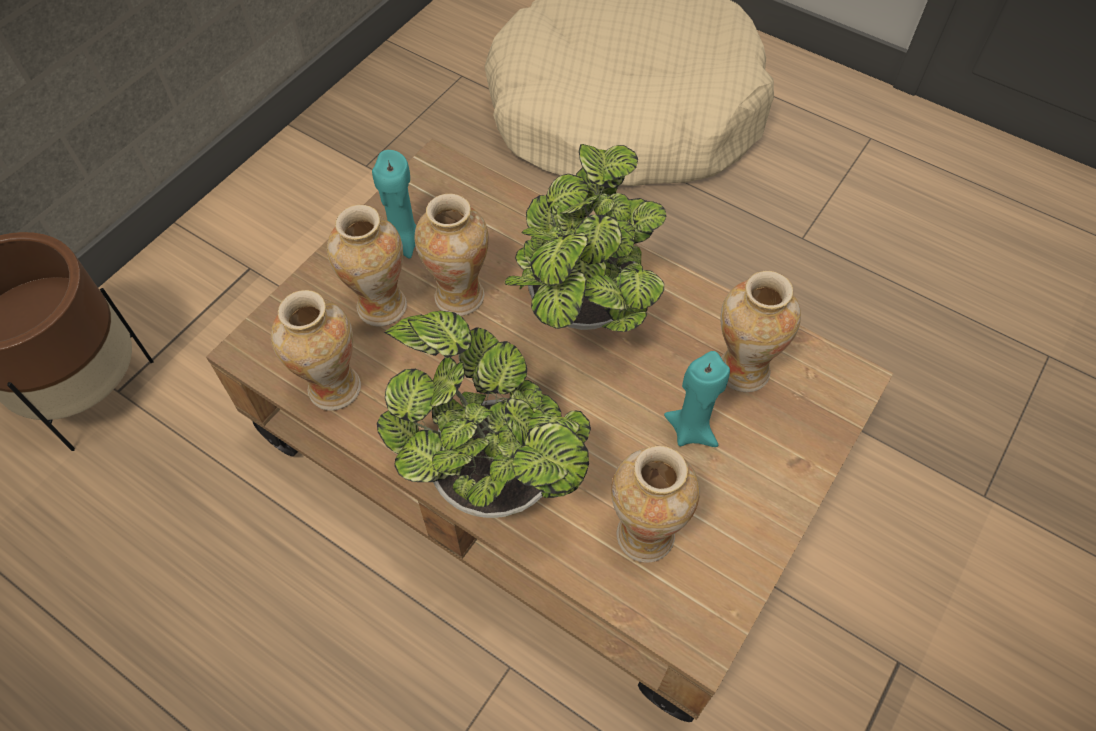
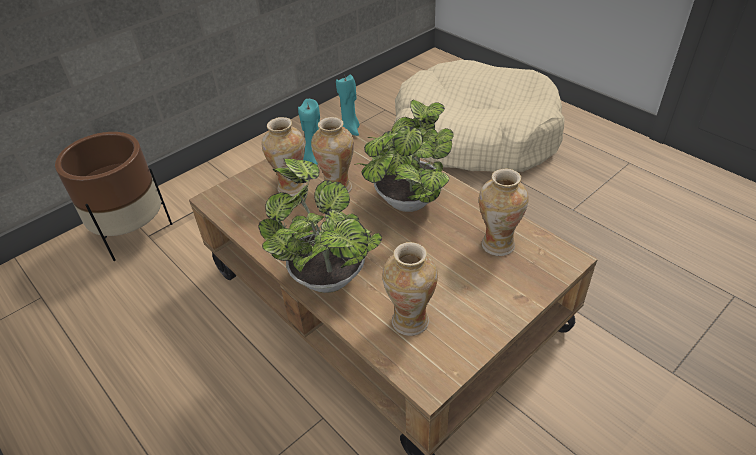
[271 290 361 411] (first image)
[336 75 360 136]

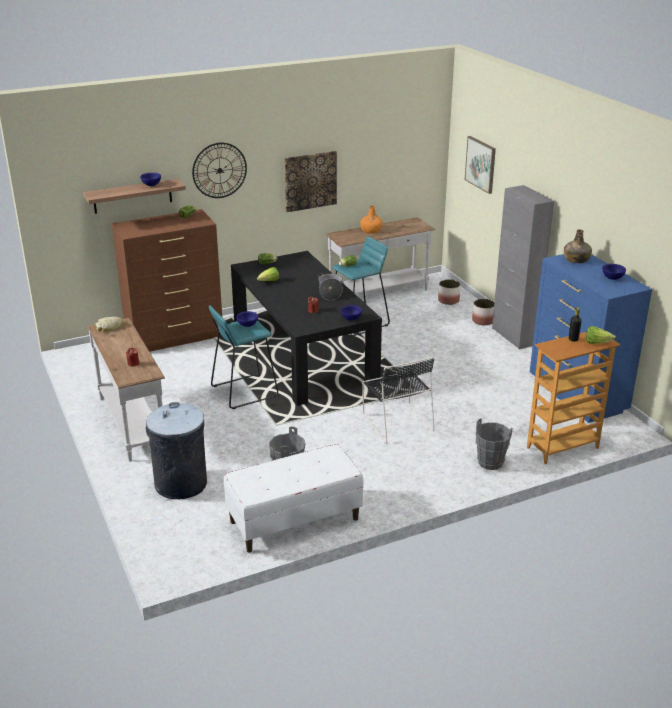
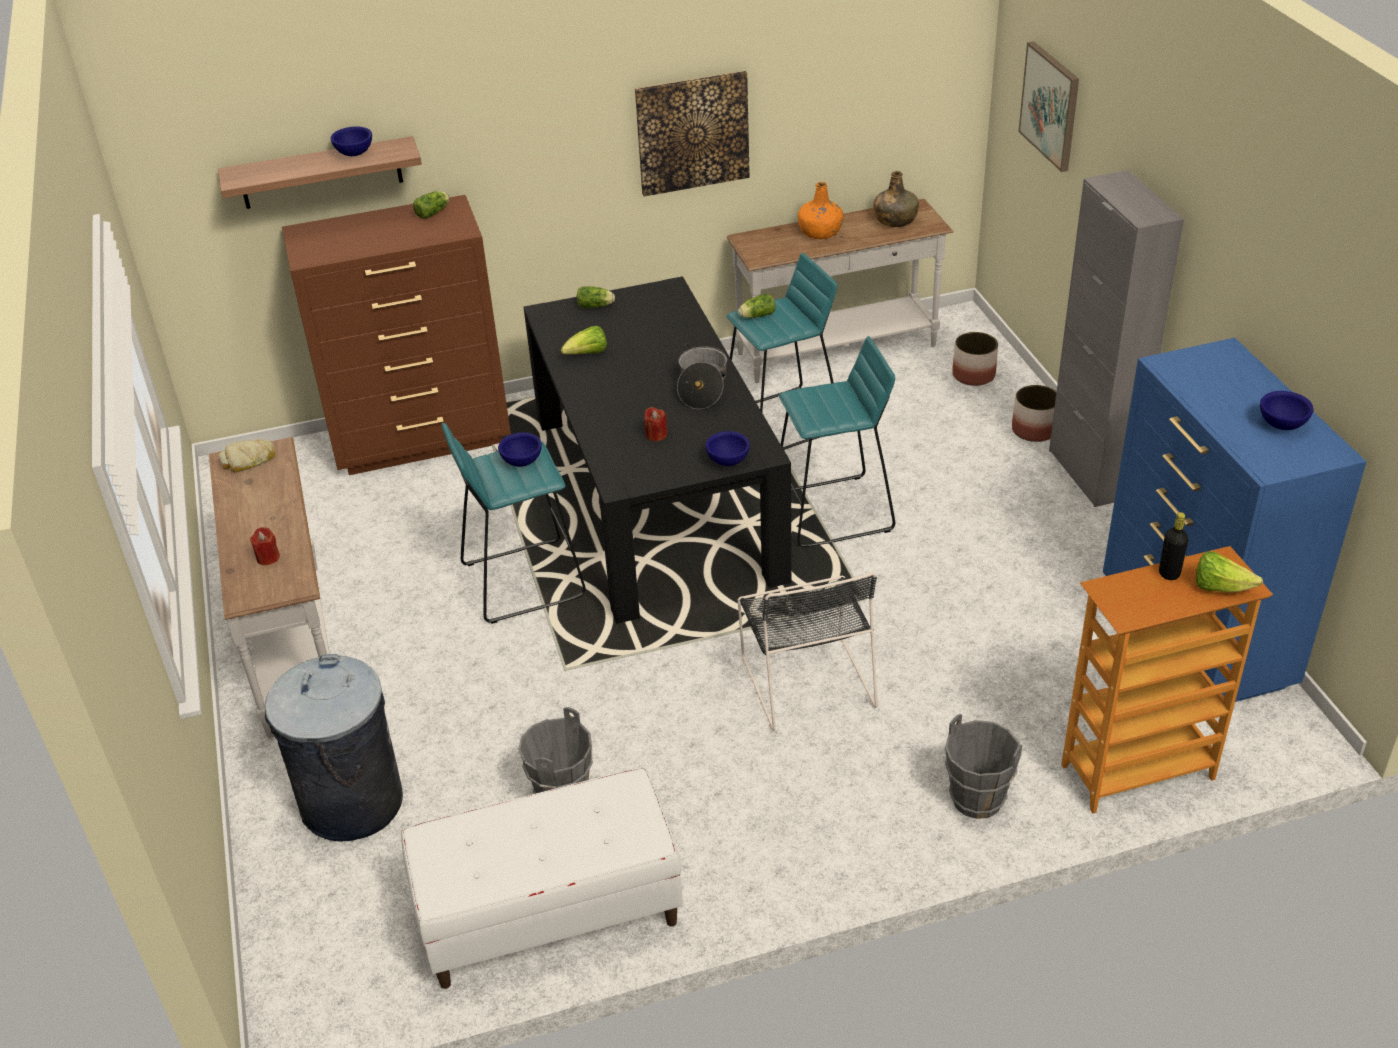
[192 143 247 198] (first image)
[873 171 919 227]
[779 336 895 547]

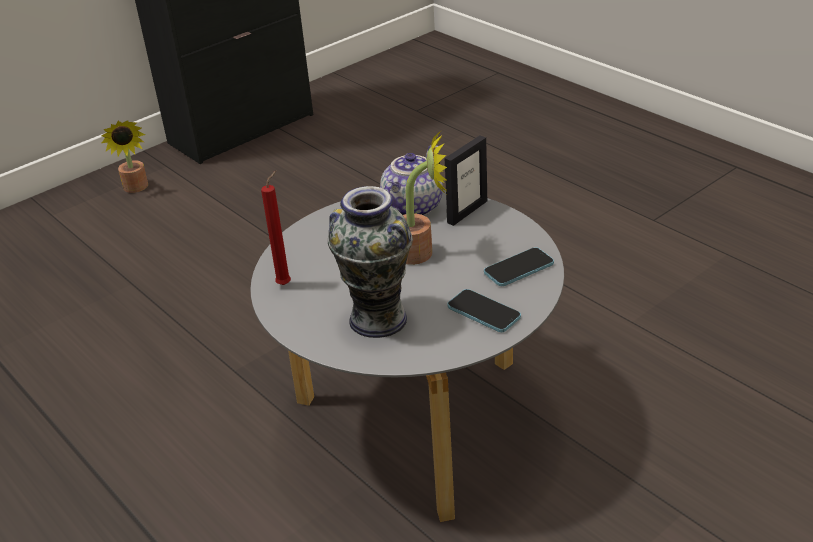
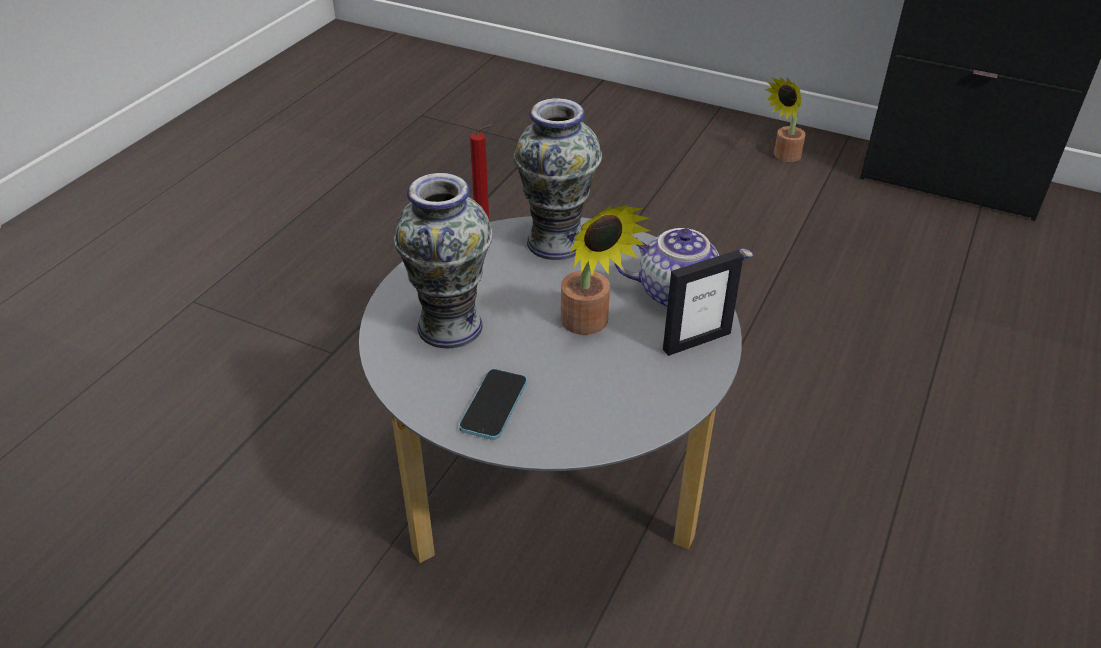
[663 250 743 356]
[484 247 554 286] (first image)
[514 98 602 260]

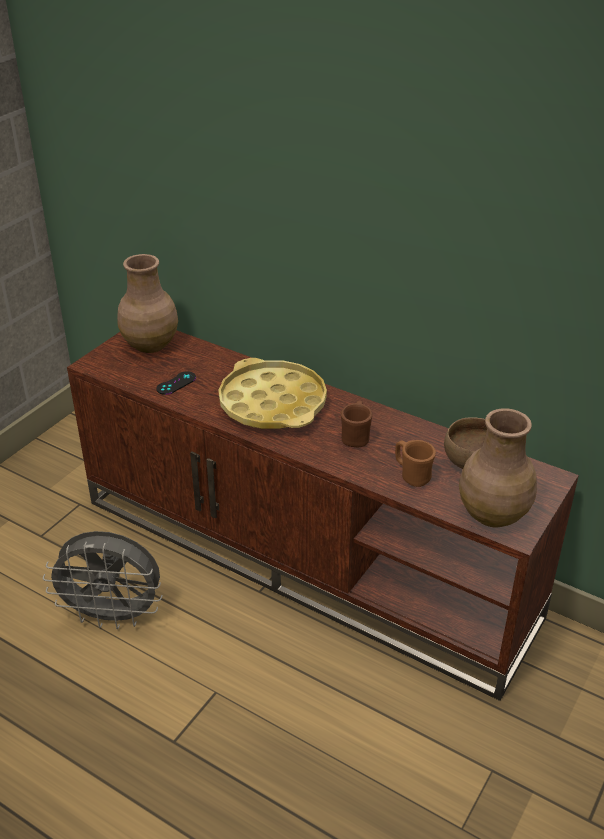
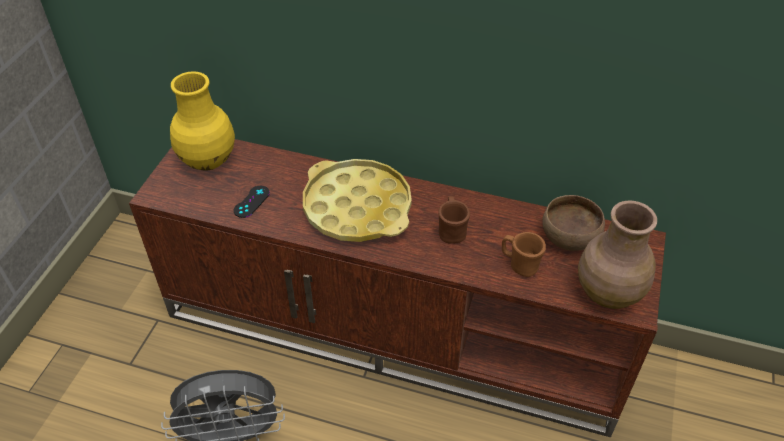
[170 72 235 171]

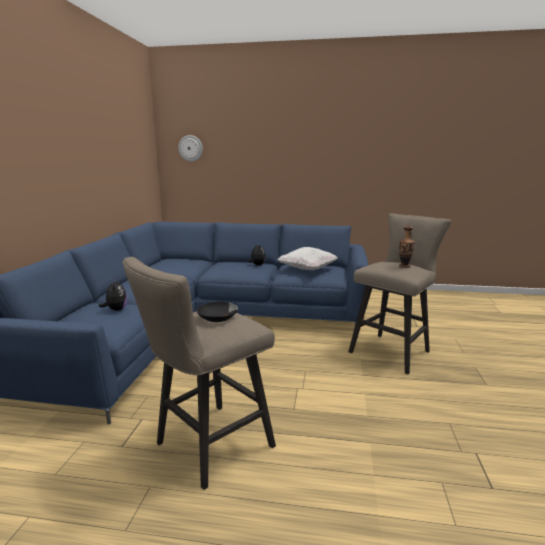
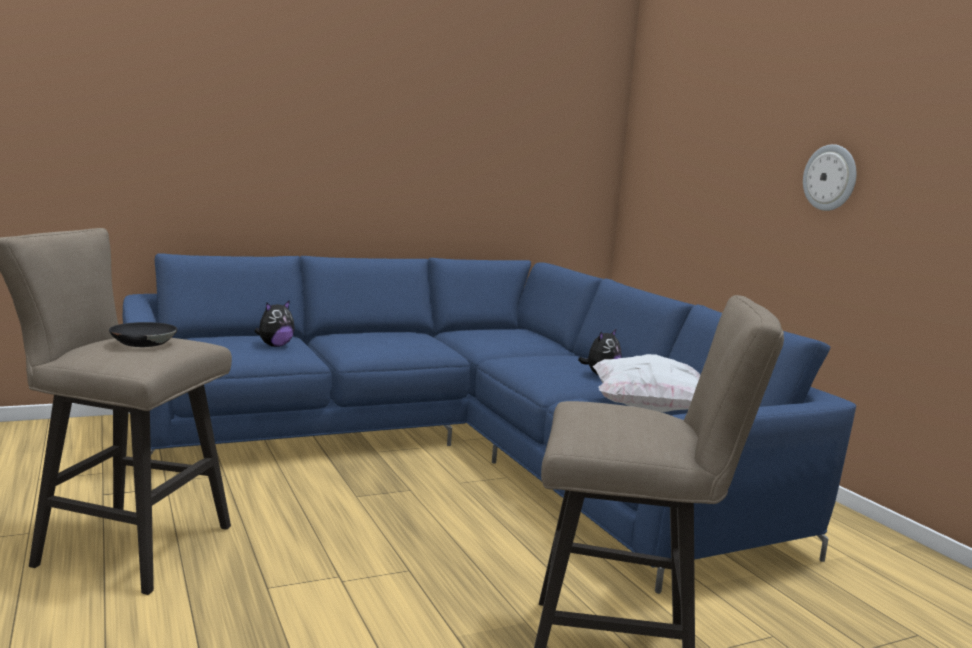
[803 144 856 211]
[399 226 415 268] (first image)

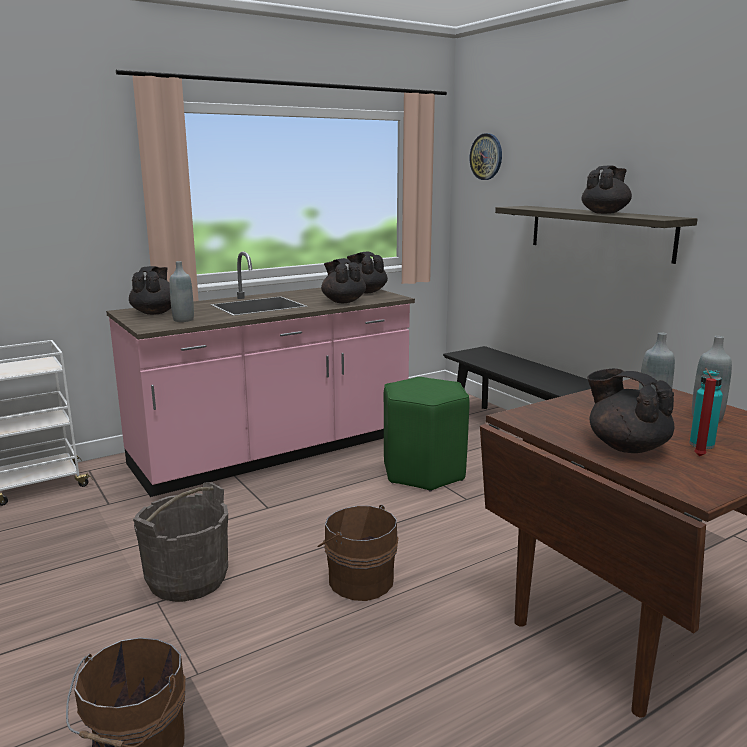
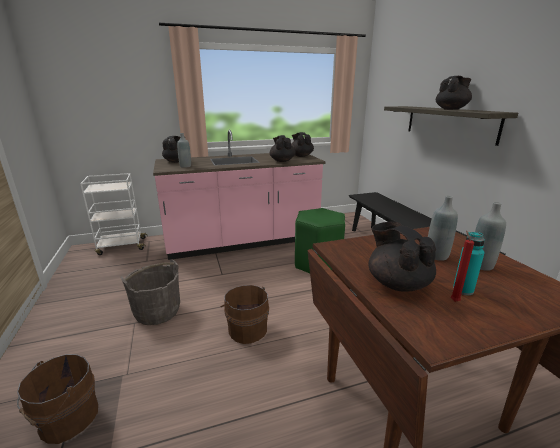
[470 133 502 180] (first image)

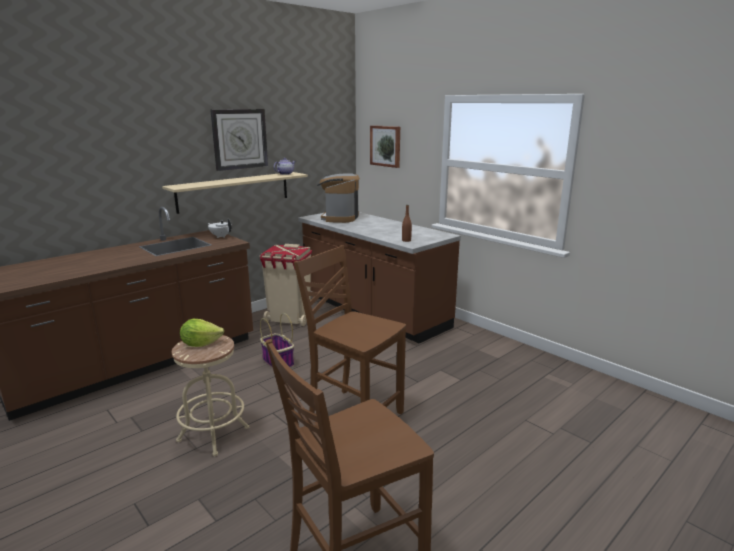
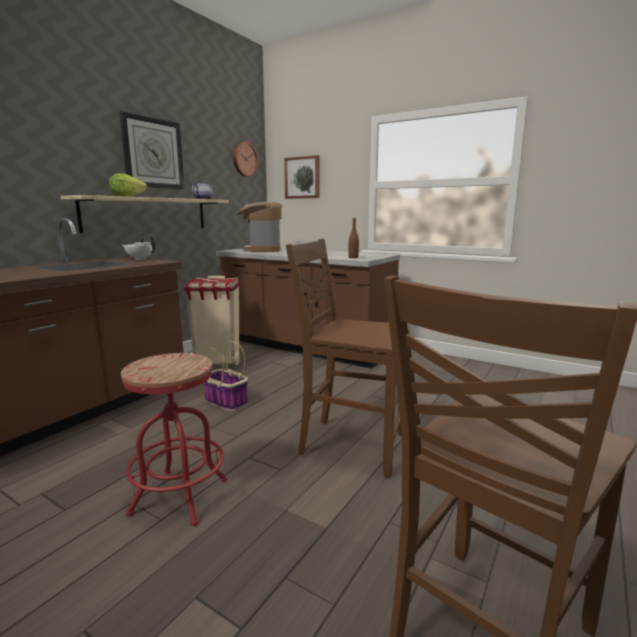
[121 353 227 526]
[109 173 147 197]
[233 142 258 177]

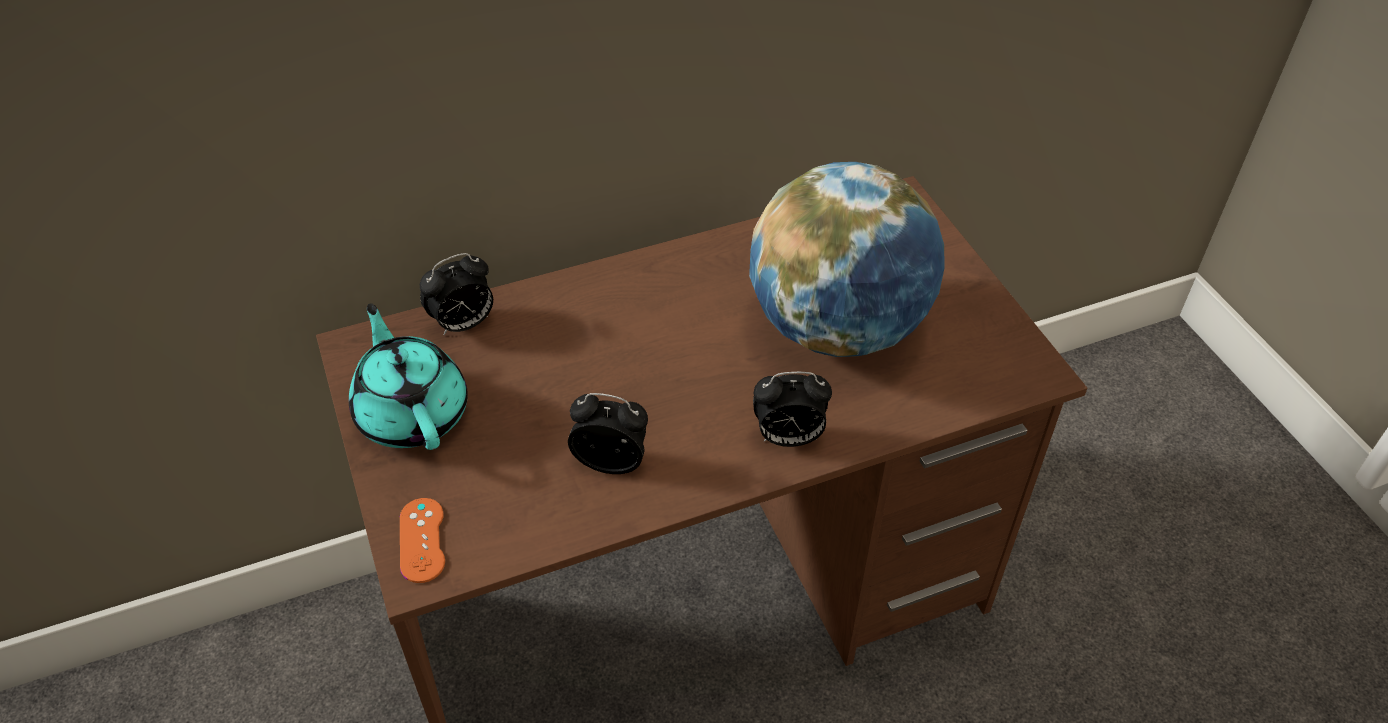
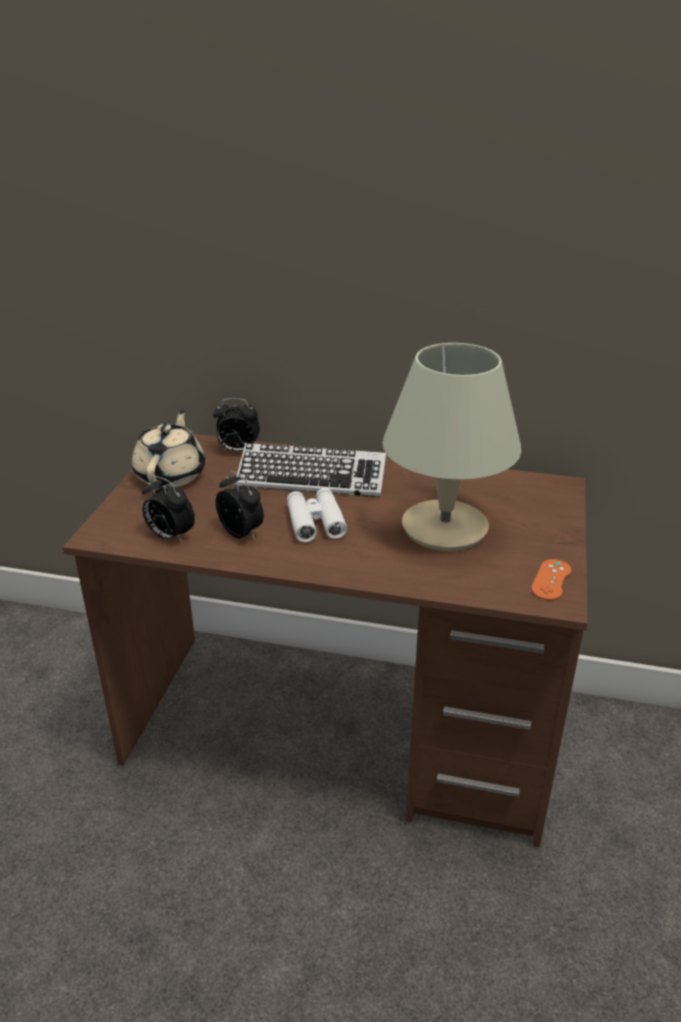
[132 410 205 488]
[531 559 571 601]
[382 343 522 551]
[142 476 195 543]
[235 443 386 497]
[287 488 347 543]

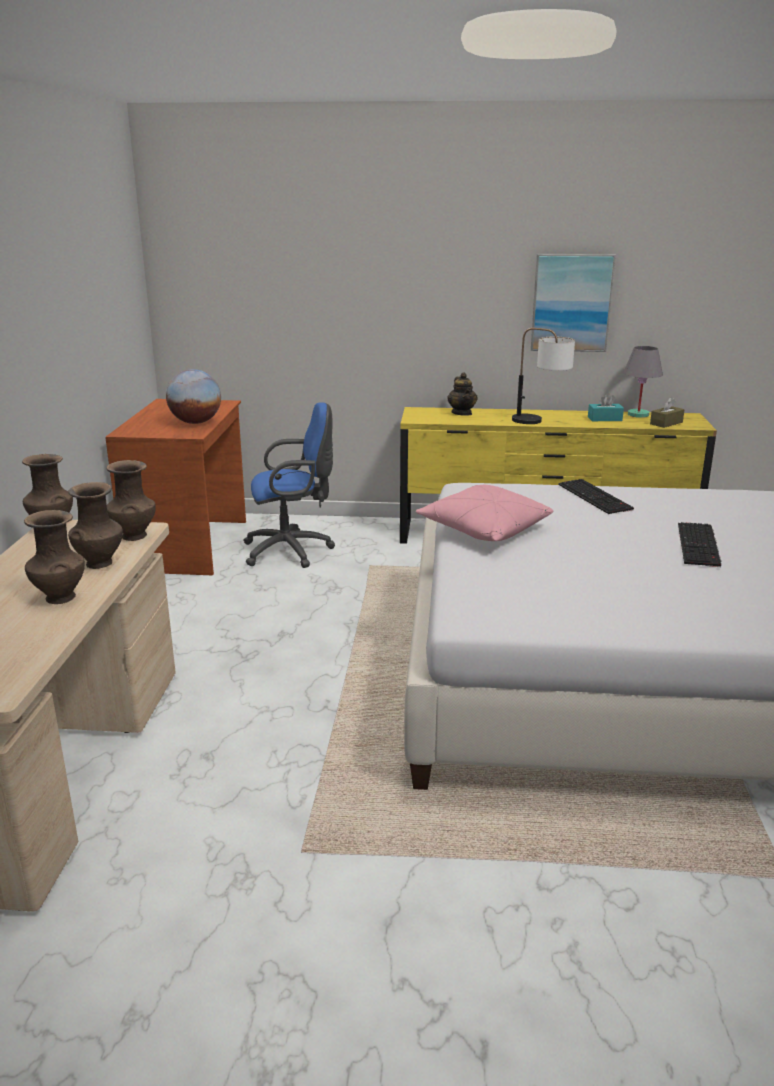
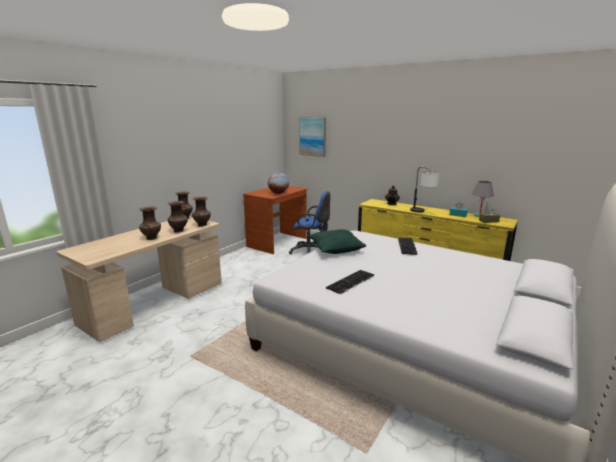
[308 229 366 254]
[299 117 326 157]
[326 270 374 294]

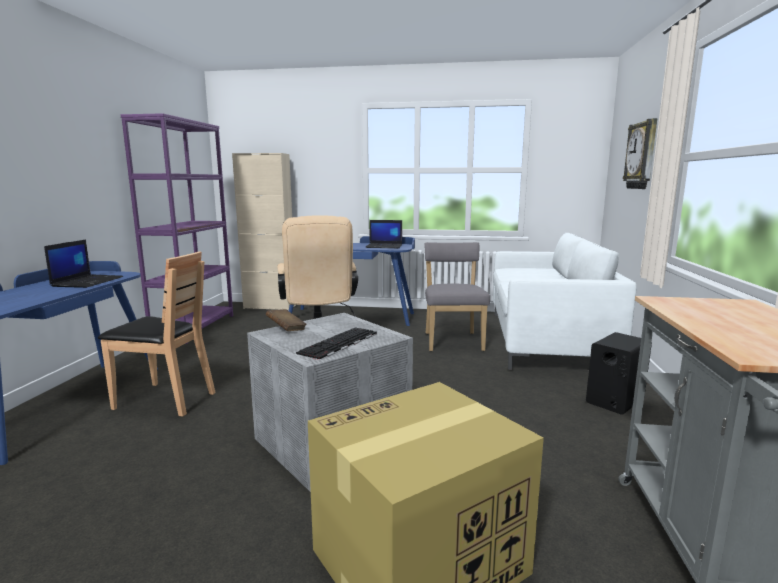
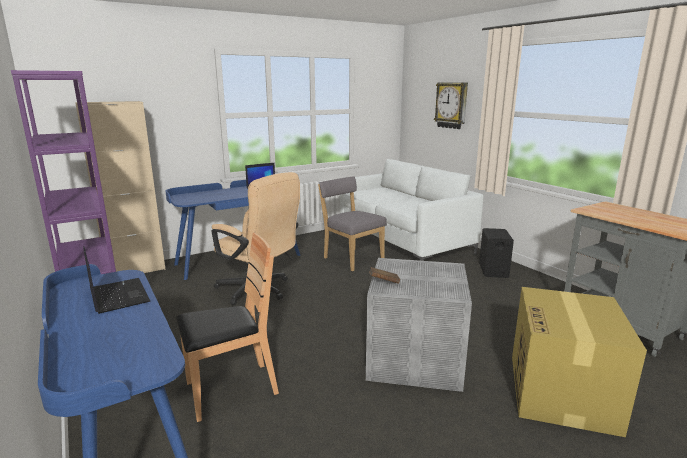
[296 327 377 360] (first image)

